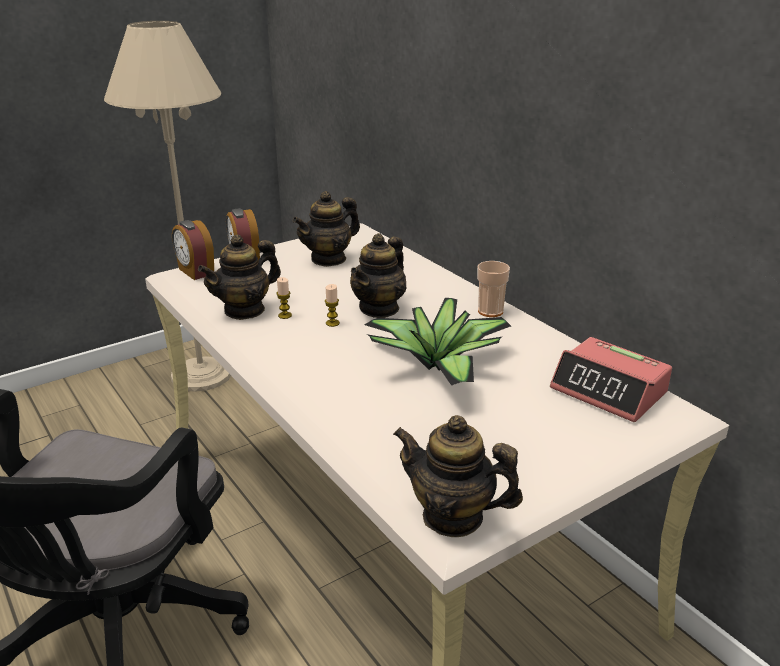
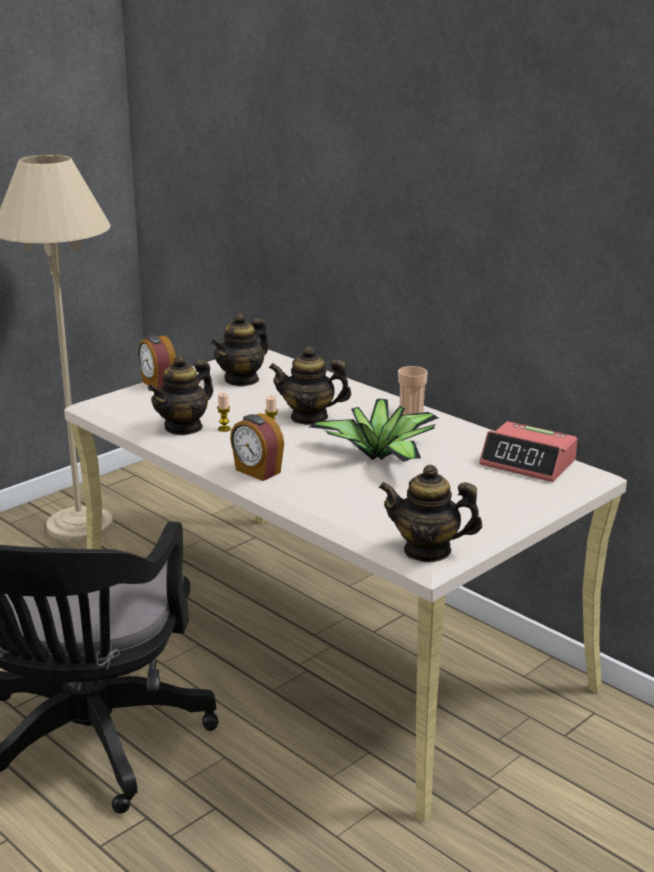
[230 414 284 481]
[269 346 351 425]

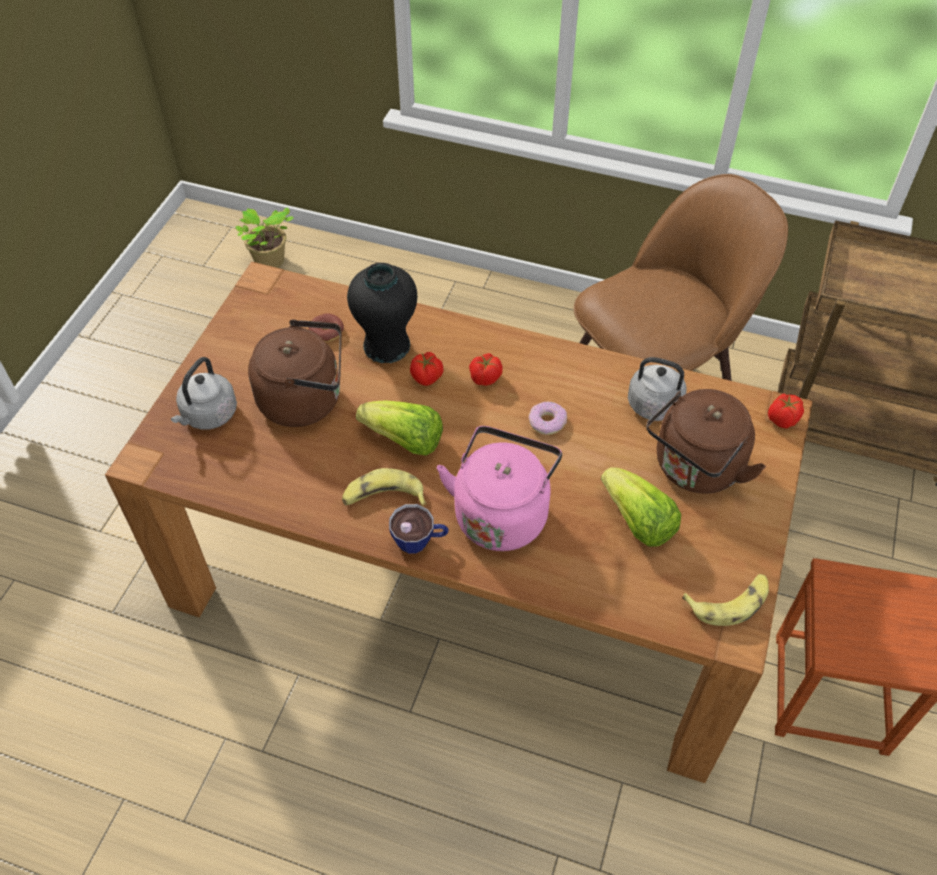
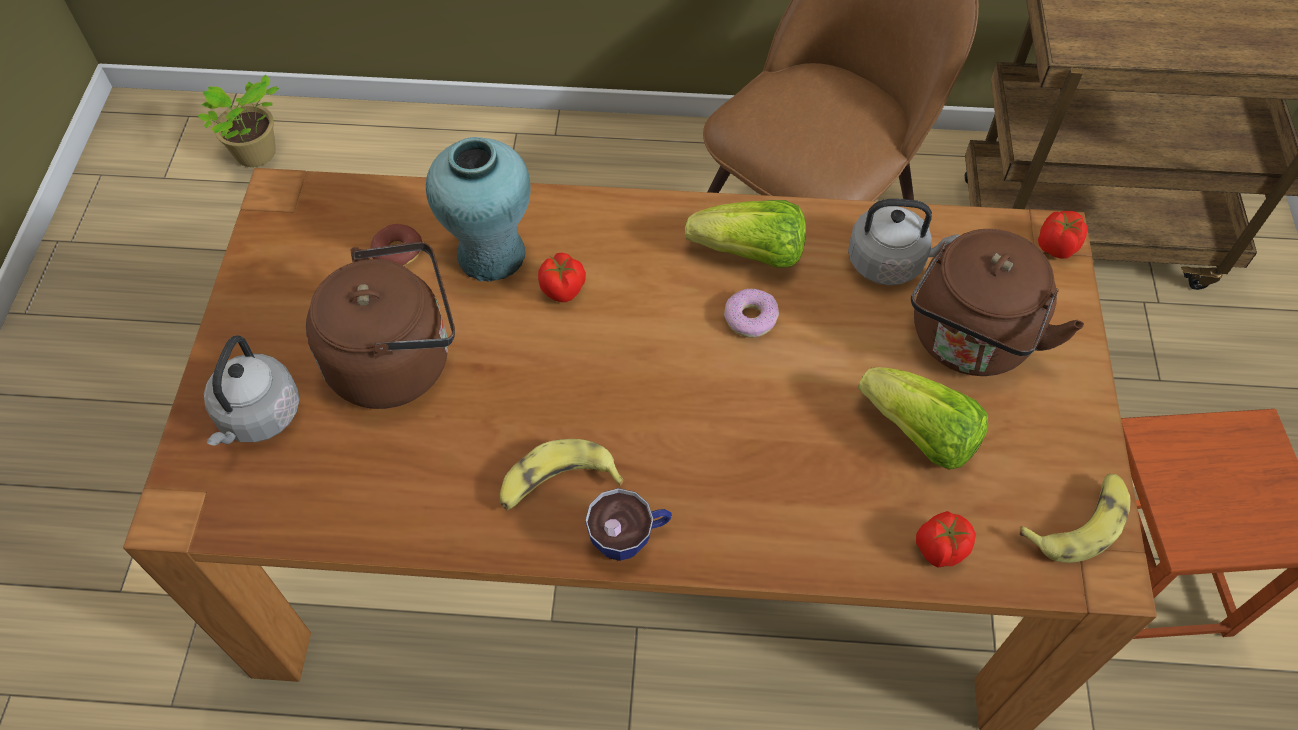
[426 137 530 282]
[685 200 806 268]
[437 426 562 551] (first image)
[916 511 976 567]

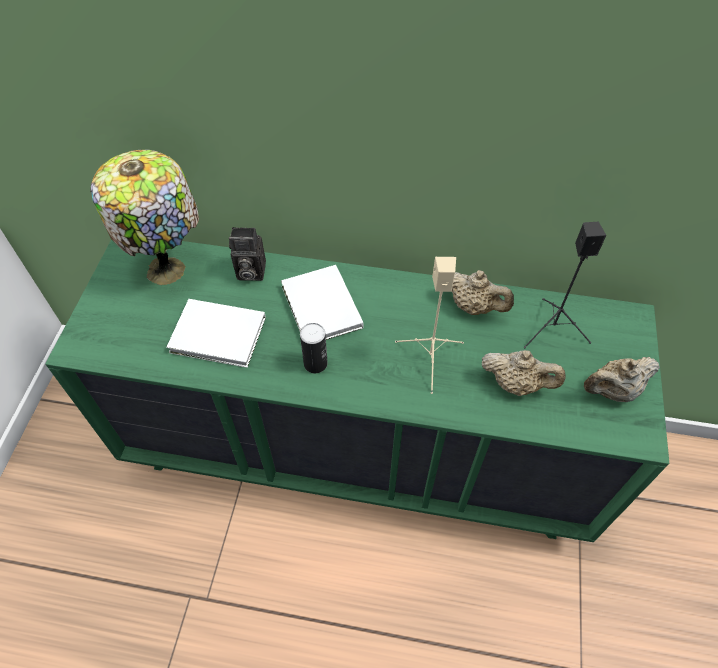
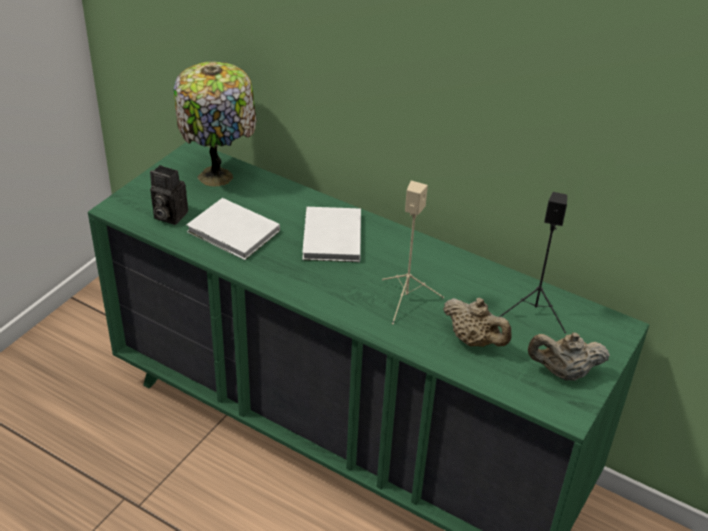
[150 165 188 225]
[300 323 328 373] (first image)
[452 270 514 315] (first image)

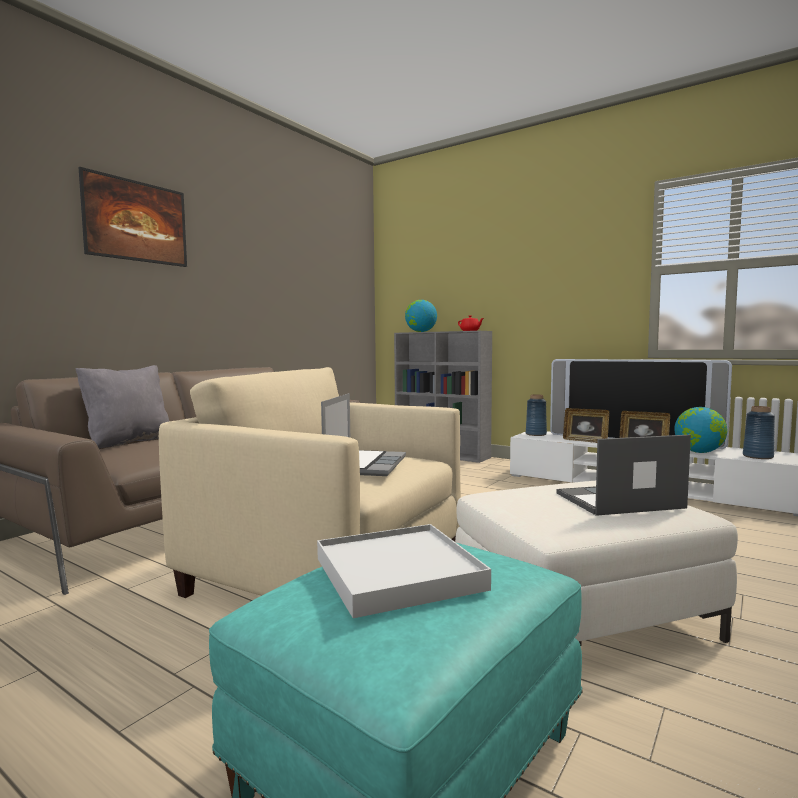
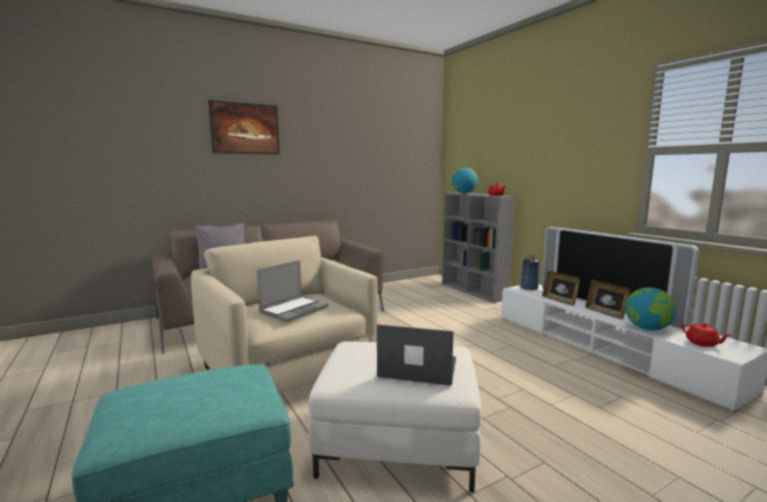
[317 524 491 618] (first image)
[681 323 732 347]

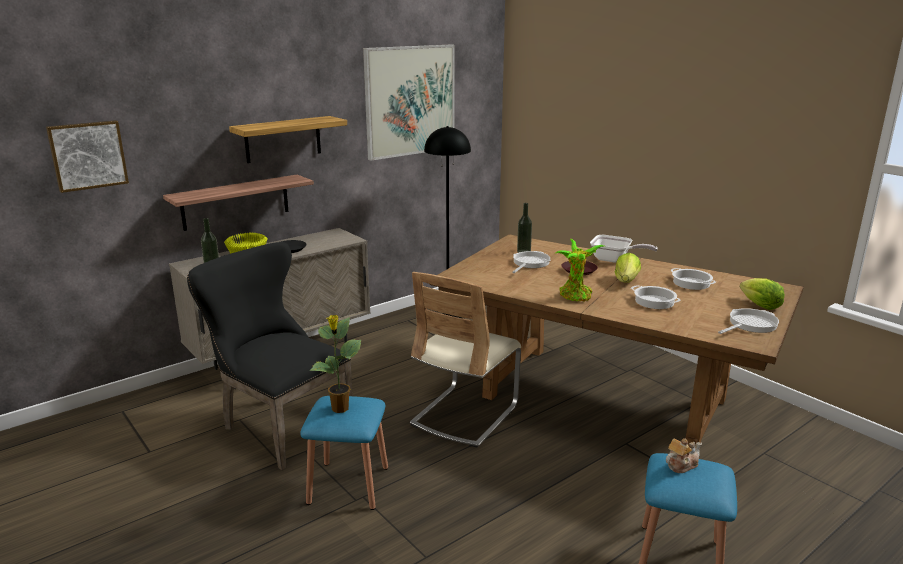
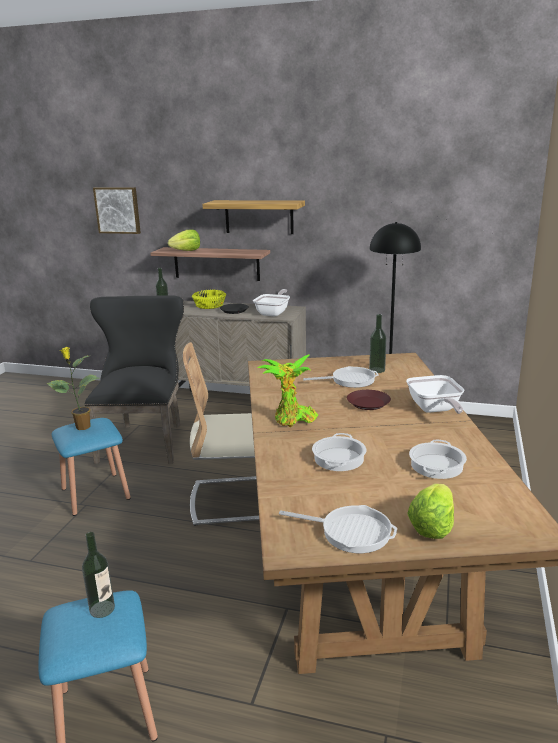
[363 45 455 161] (first image)
[168 230 200 251]
[82 532 115 618]
[253 289 290 316]

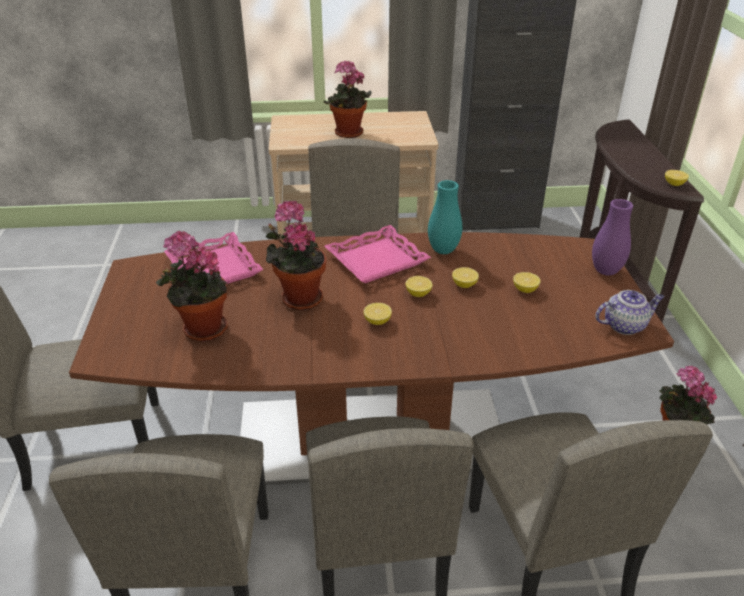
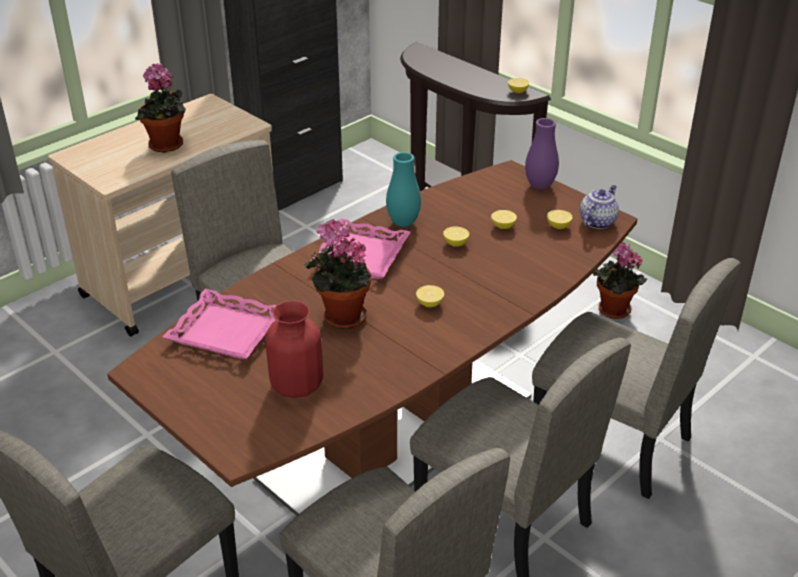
[265 301 323 398]
[547 210 573 229]

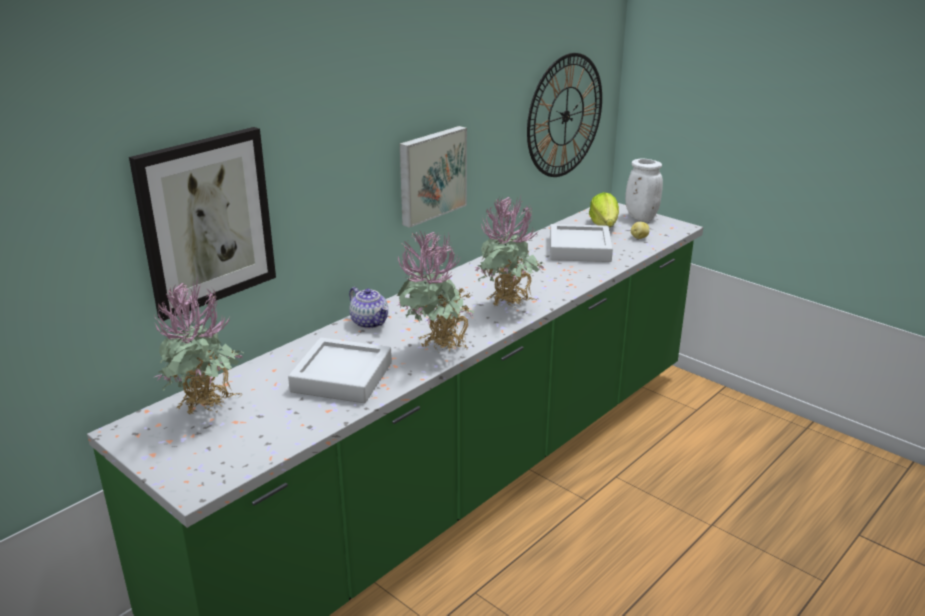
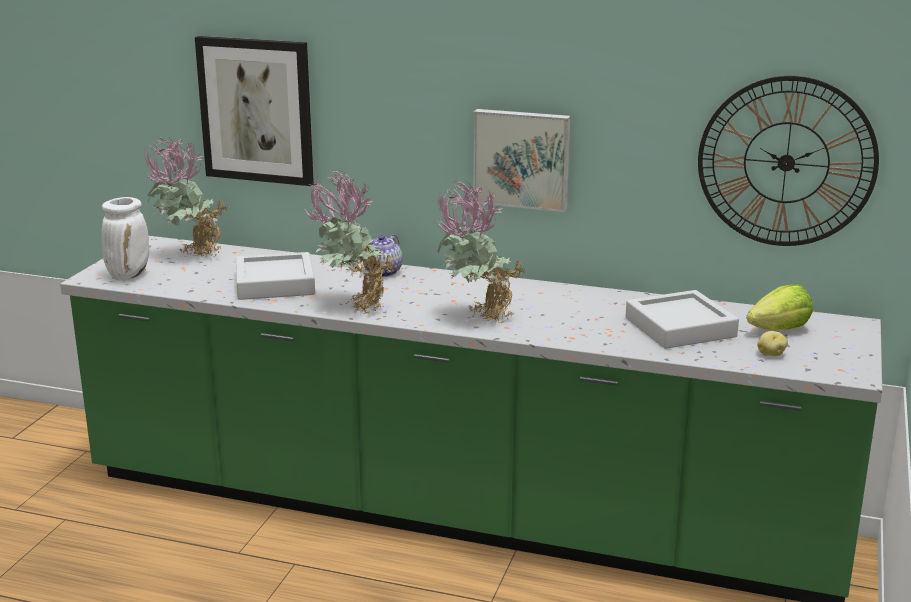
[102 197 149 281]

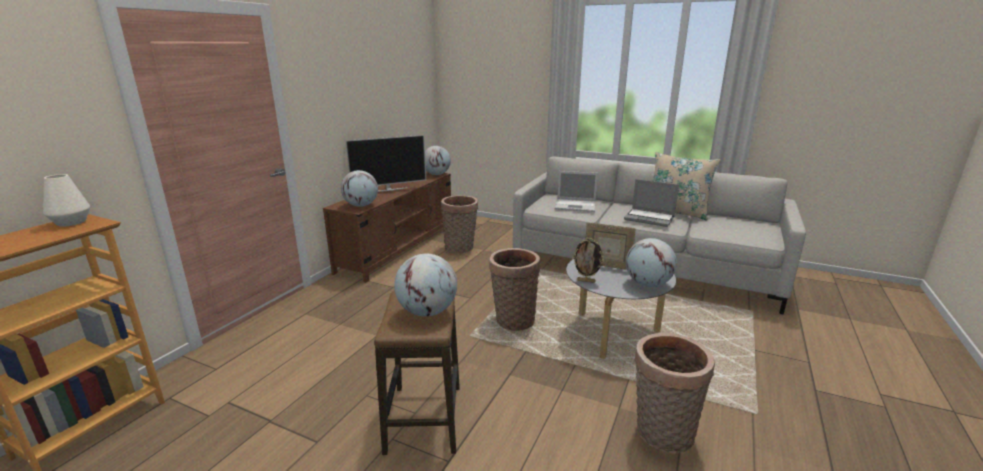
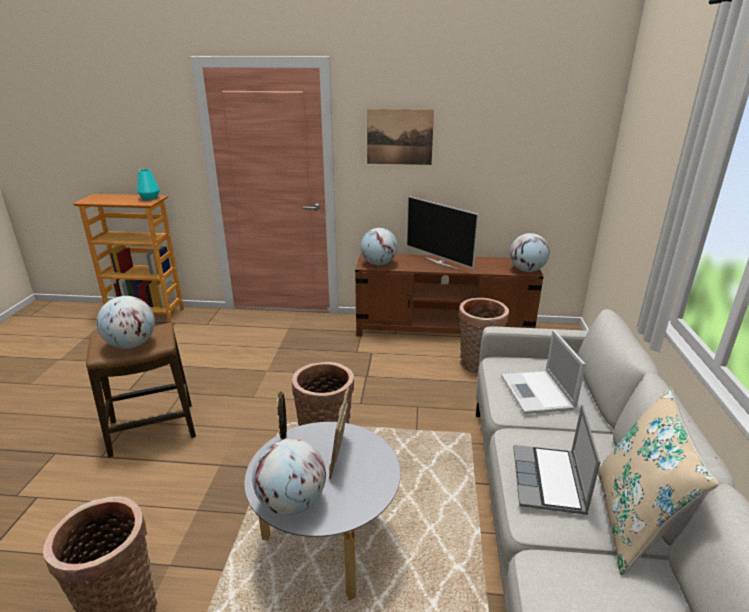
[137 169 160 200]
[367 109 434 165]

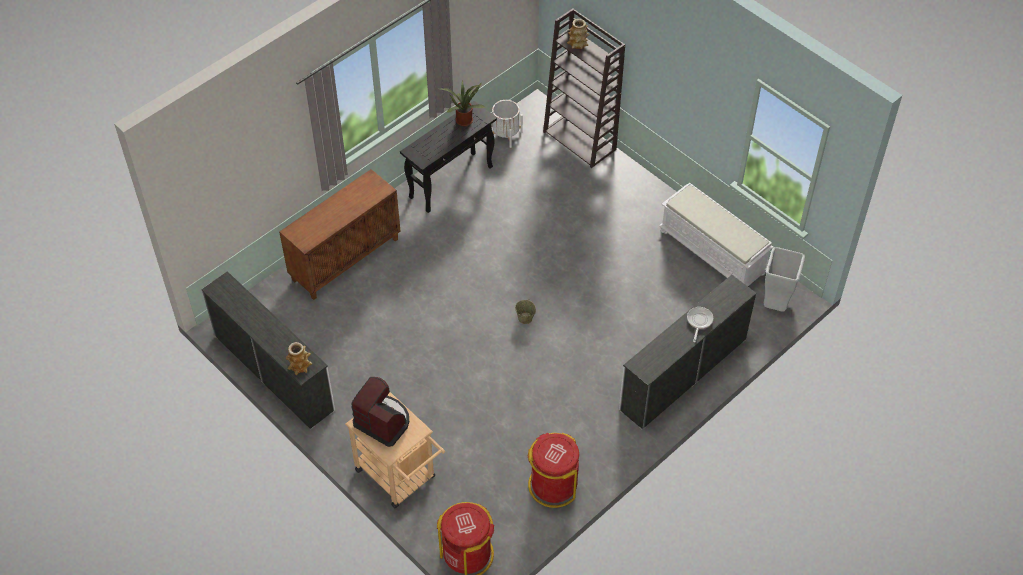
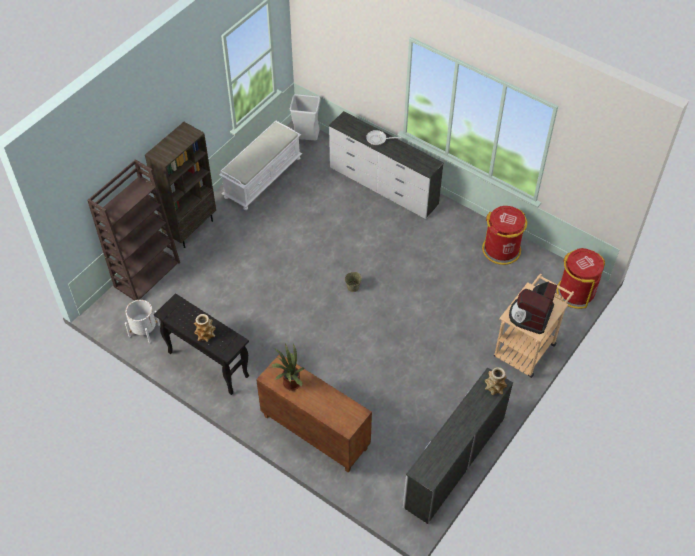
[270 344 304 391]
[194 314 216 342]
[145 122 216 248]

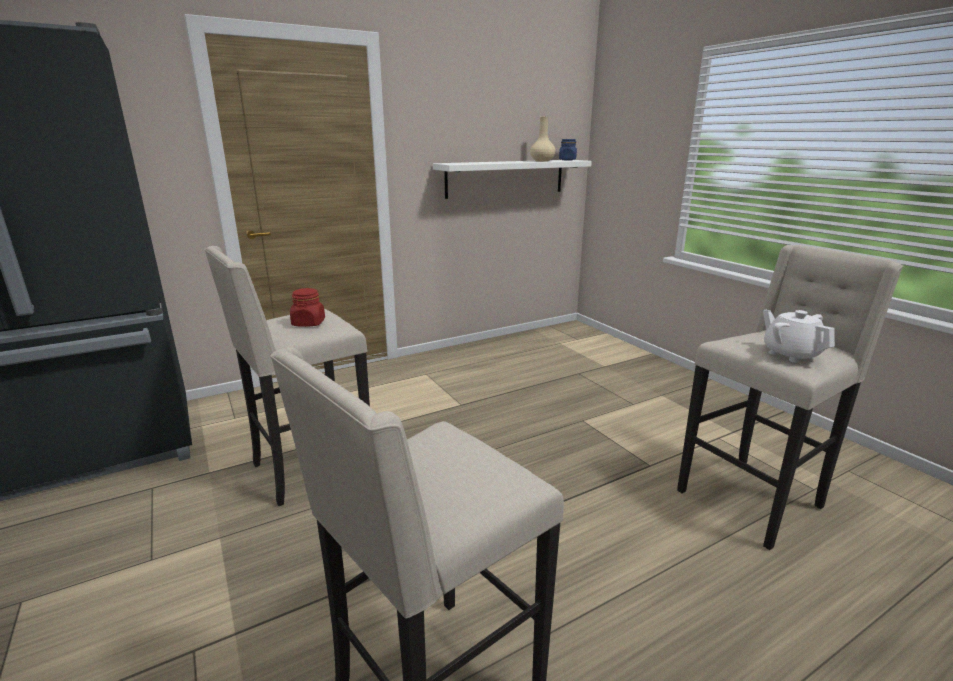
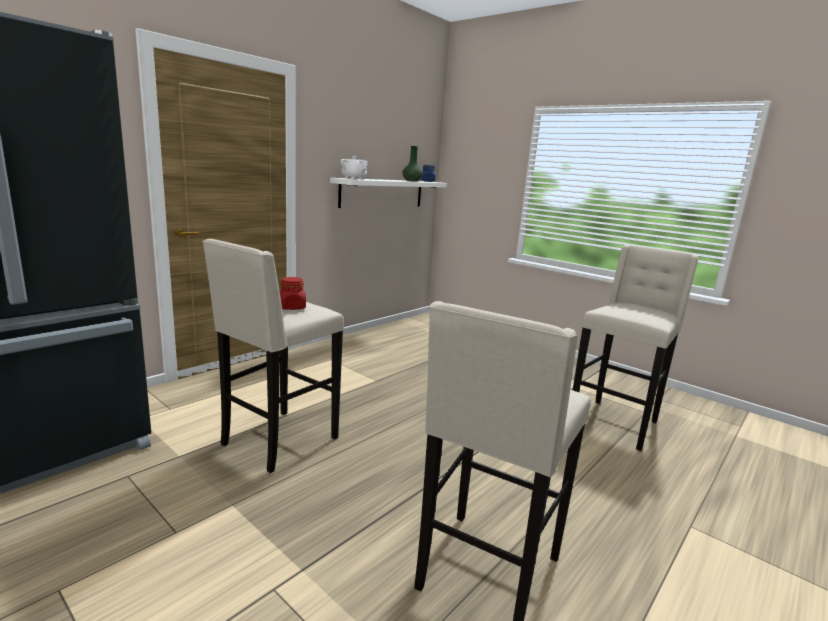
[402 146 423 182]
[341 156 368 180]

